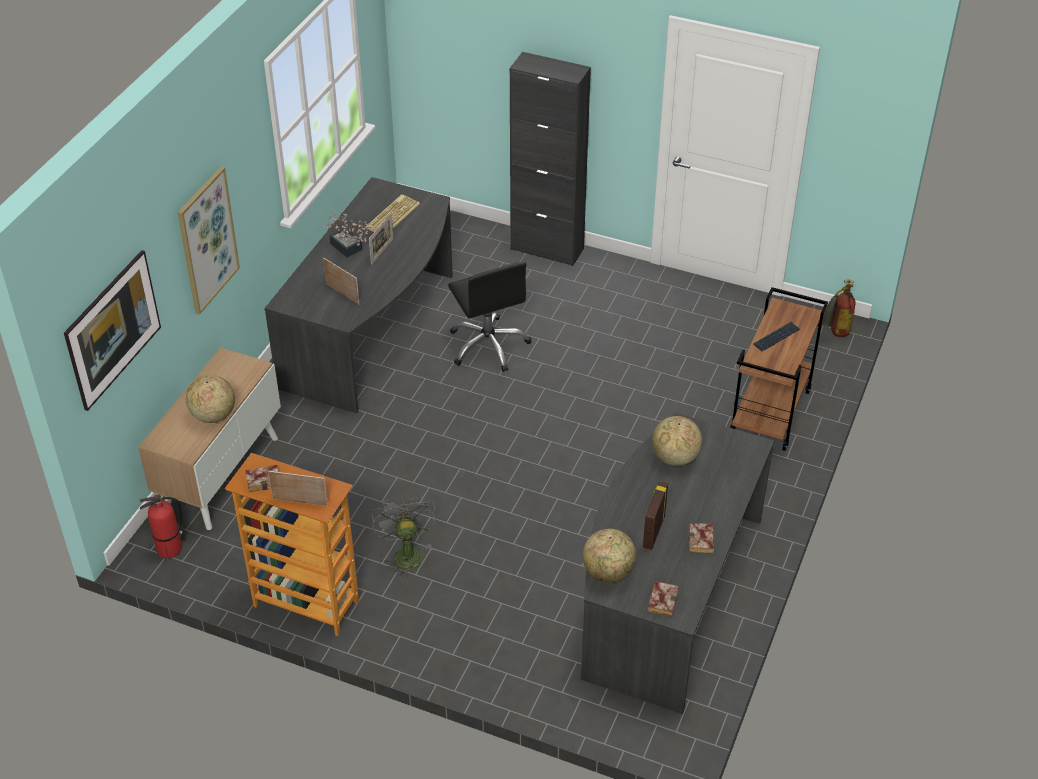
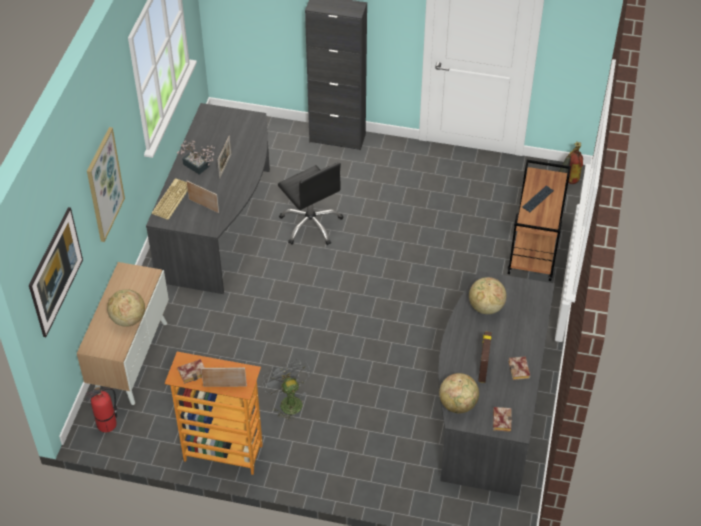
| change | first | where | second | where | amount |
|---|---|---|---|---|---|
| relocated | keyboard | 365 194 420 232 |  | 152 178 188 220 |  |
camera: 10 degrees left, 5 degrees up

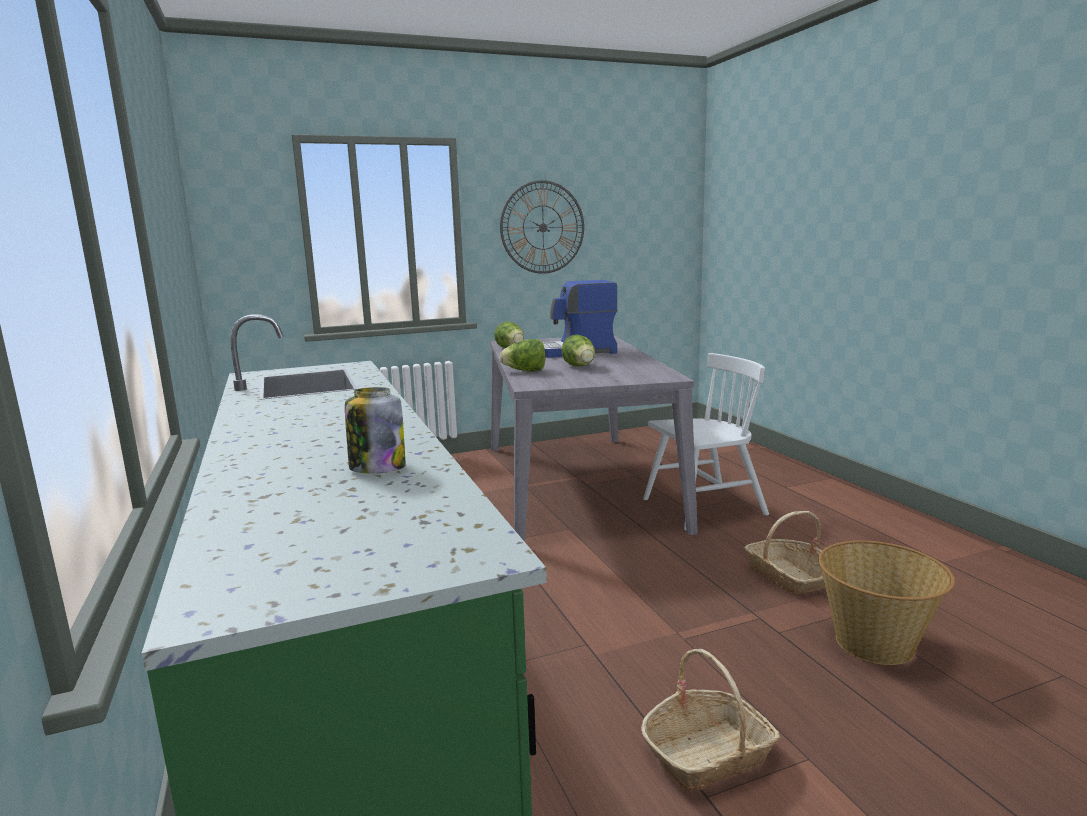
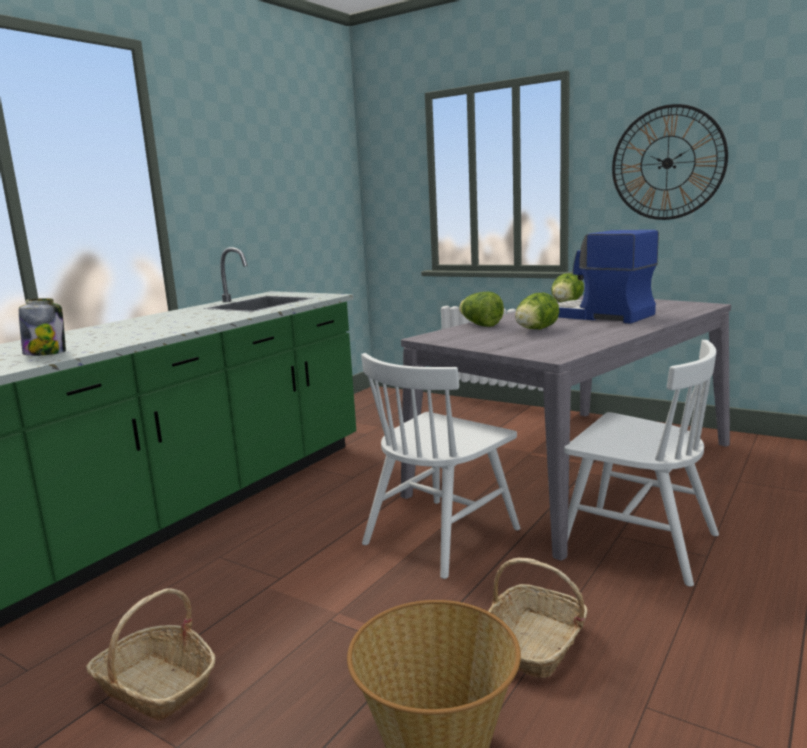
| change | first | where | second | where | amount |
|---|---|---|---|---|---|
| appeared |  |  | chair/white | 361 353 520 579 |  |
camera: 55 degrees right, 0 degrees up

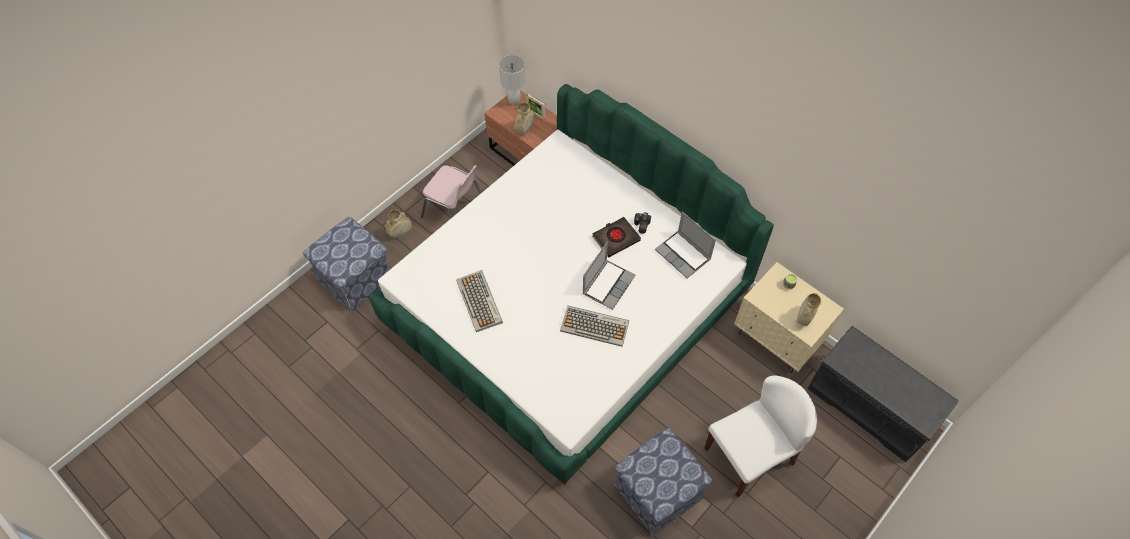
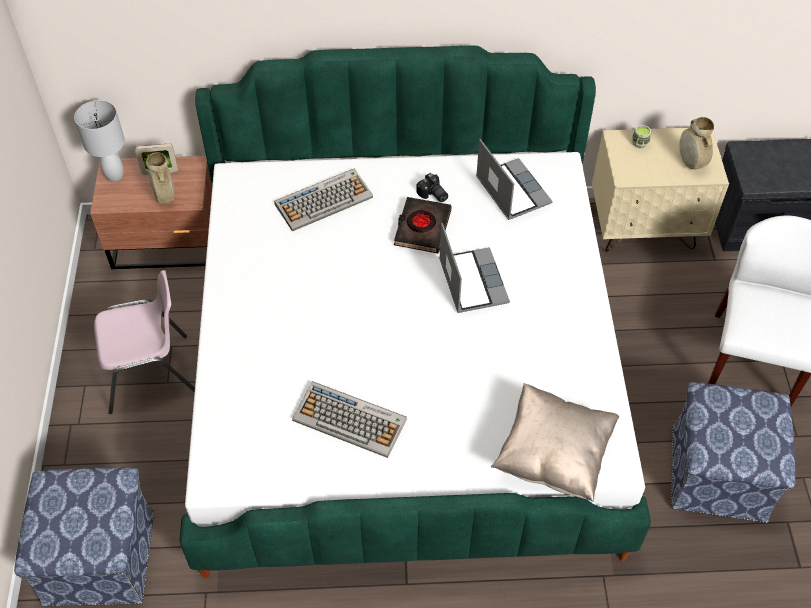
| change | first | where | second | where | amount |
|---|---|---|---|---|---|
| missing | vase/beige | 385 210 412 238 |  |  |  |
| relocated | keyboard | 560 306 629 347 |  | 274 168 373 232 |  |
| spun | laptop | 655 212 716 278 |  | 476 139 553 220 | 120 degrees counterclockwise |
| appeared |  |  | pillow/beige | 491 383 619 502 |  |
camera: 45 degrees left, 5 degrees down

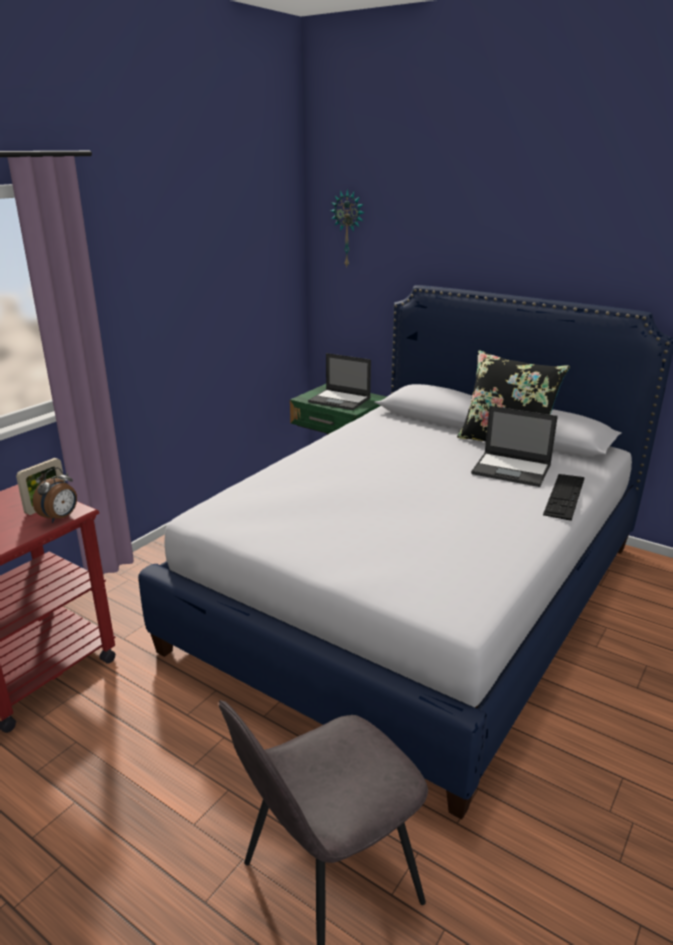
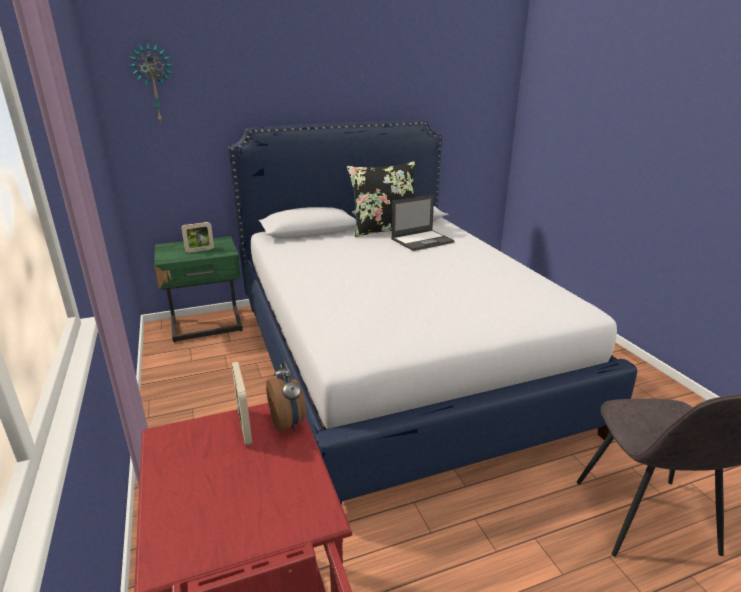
| change | first | where | second | where | amount |
|---|---|---|---|---|---|
| exchanged | laptop | 308 353 371 410 | picture frame | 181 222 214 253 |  |
| missing | keyboard | 543 474 585 521 |  |  |  |
camera: 55 degrees left, 0 degrees up

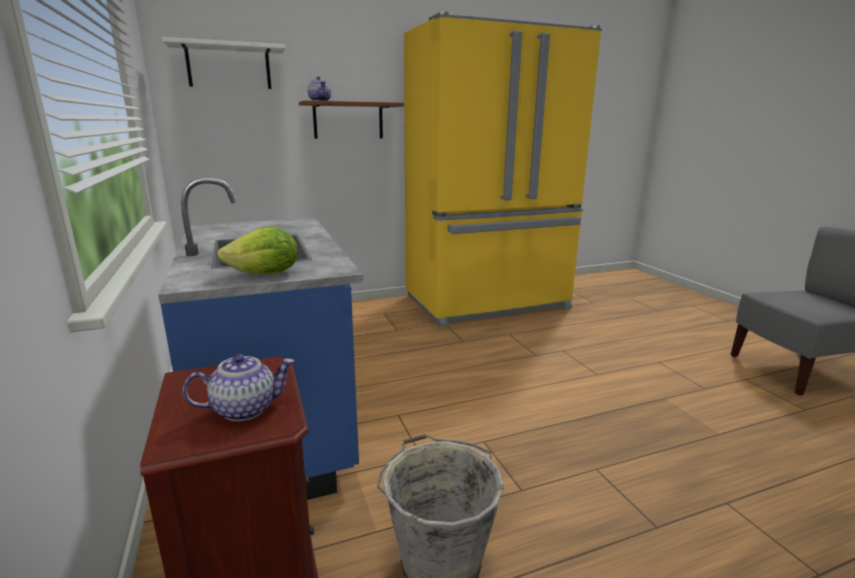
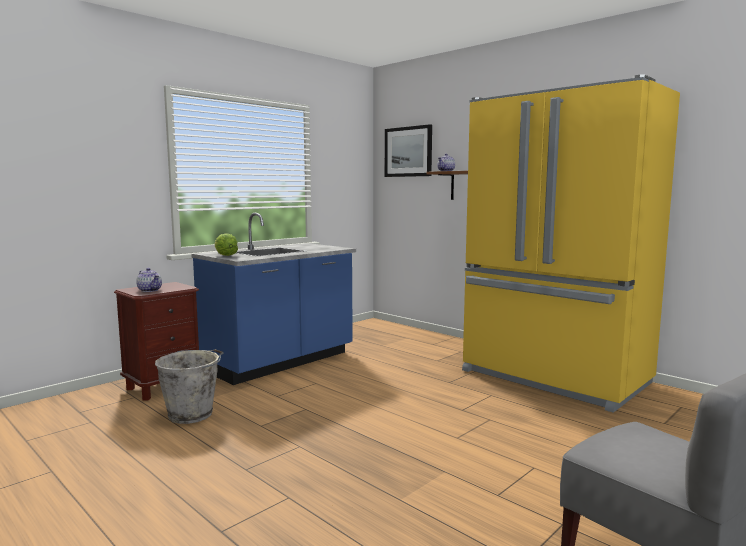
| change | first | where | second | where | amount |
|---|---|---|---|---|---|
| exchanged | shelf/white | 162 37 286 89 | picture | 385 124 432 177 |  |
camera: 65 degrees right, 10 degrees down

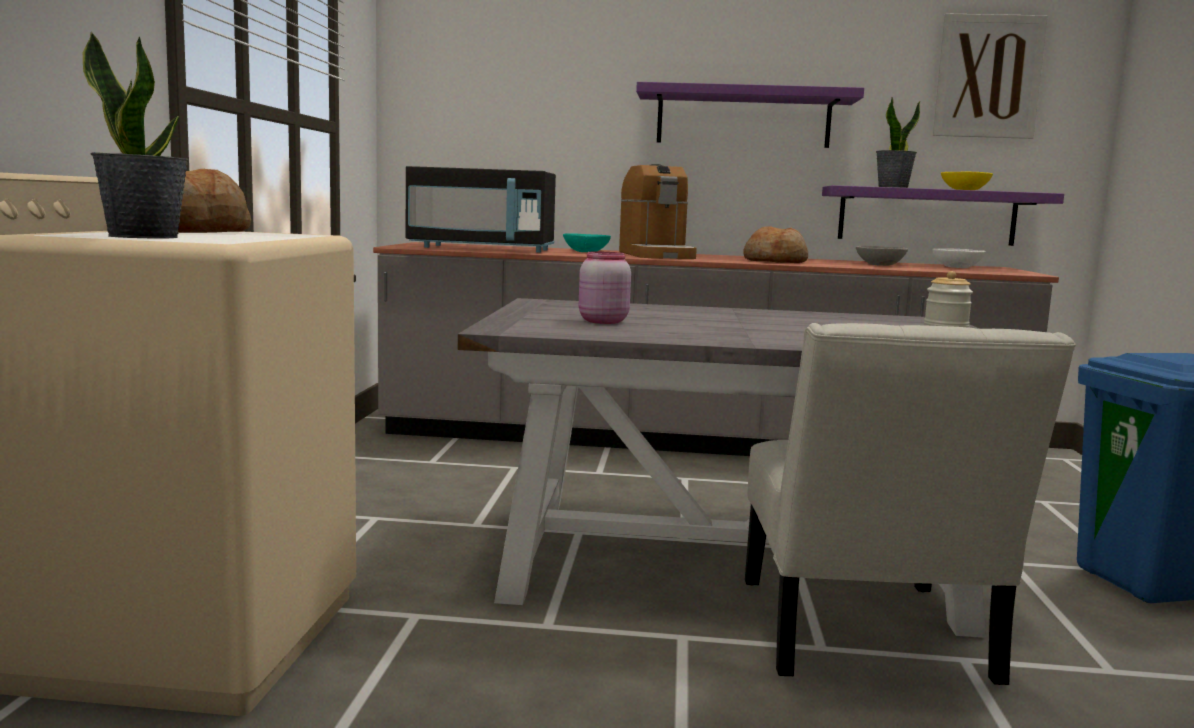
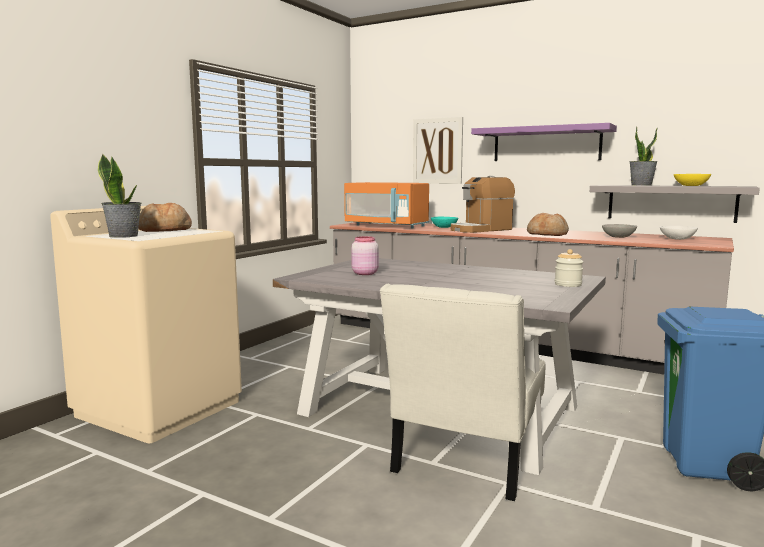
| change | first | where | second | where | amount |
|---|---|---|---|---|---|
| colour | microwave/black | 406 166 556 252 | microwave/orange | 344 182 429 228 |  |
| spun | coffee machine | 619 164 697 259 |  | 451 176 515 233 | 45 degrees clockwise |
| colour | shelf/purple | 822 185 1064 246 | shelf/grey | 590 185 760 223 |  |
| relocated | picture | 933 13 1048 139 |  | 413 117 463 184 |  |
camera: 25 degrees right, 0 degrees up

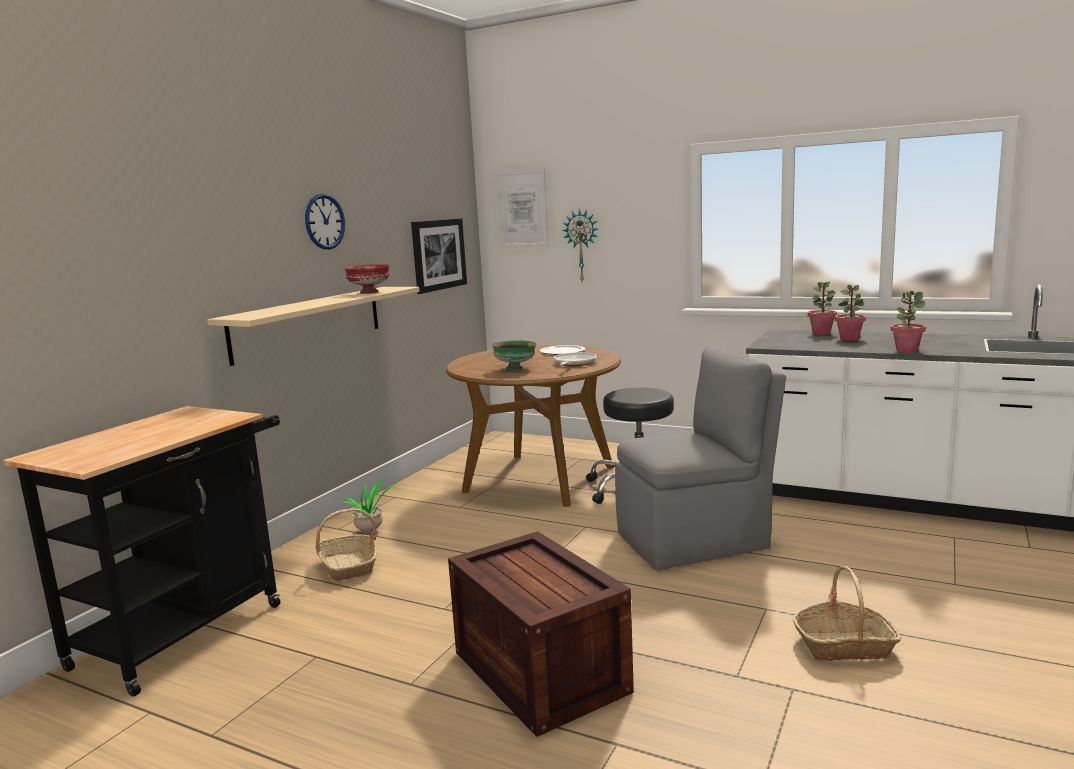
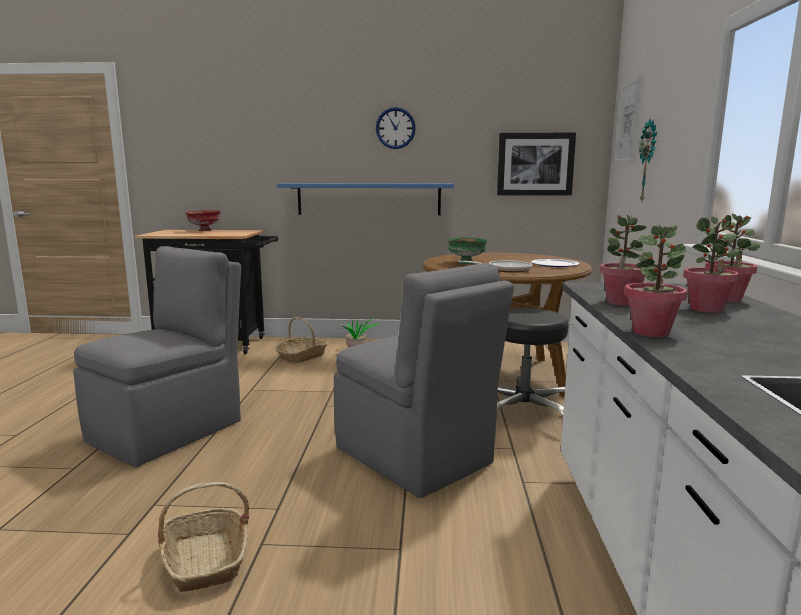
| change | first | where | second | where | amount |
|---|---|---|---|---|---|
| colour | shelf/beige | 207 287 419 366 | shelf/blue | 277 183 454 215 |  |
| relocated | bowl/red | 344 264 390 294 |  | 186 210 221 231 |  |
| exchanged | crate | 448 531 634 737 | chair/grey | 73 246 241 467 |  |
| appeared |  |  | potted plant | 600 215 647 306 |  |
camera: 65 degrees right, 0 degrees up

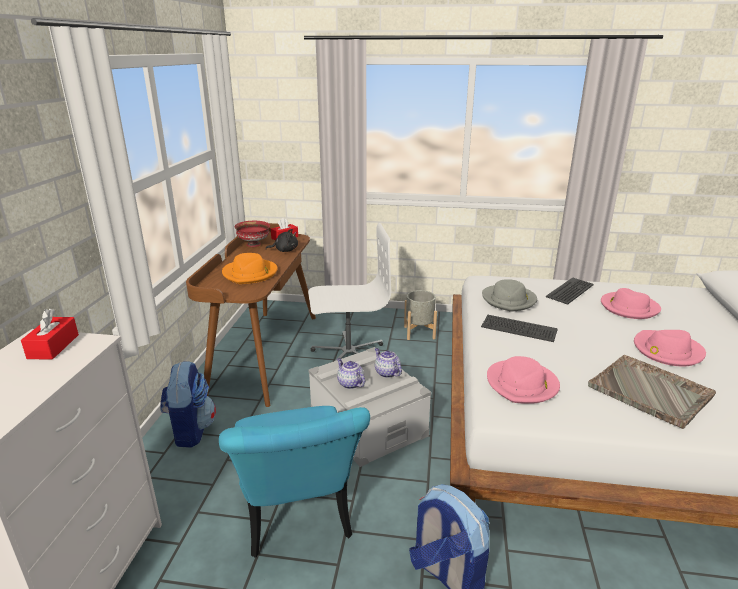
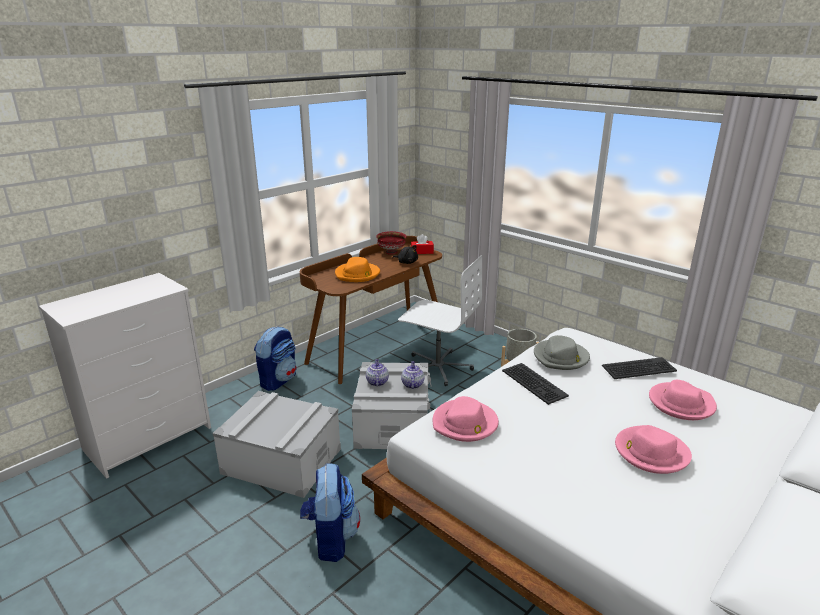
| change | first | where | second | where | amount |
|---|---|---|---|---|---|
| missing | tissue box/red | 21 308 79 360 |  |  |  |
| exchanged | chair/turquoise | 219 406 370 558 | storage box/grey | 213 391 341 498 |  |
| missing | tray/grey | 588 355 716 429 |  |  |  |
camera: 35 degrees right, 0 degrees up

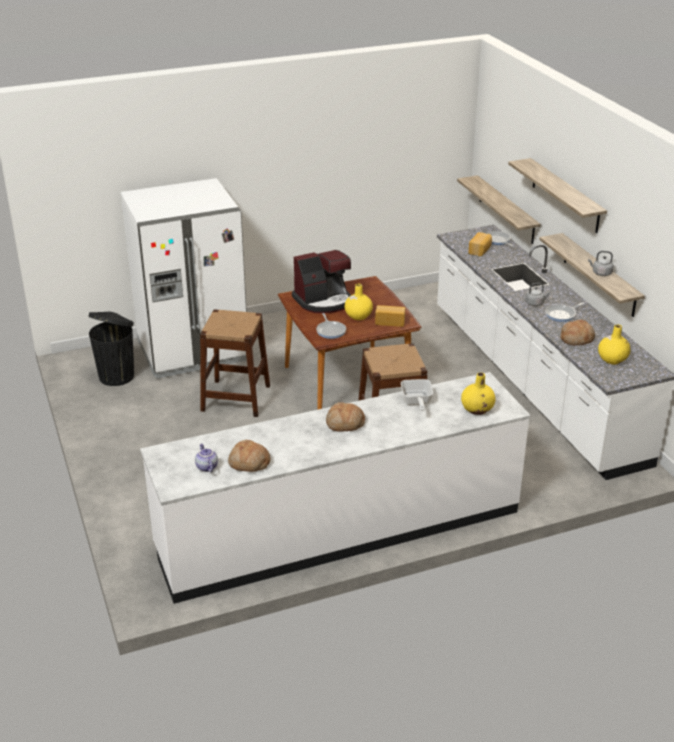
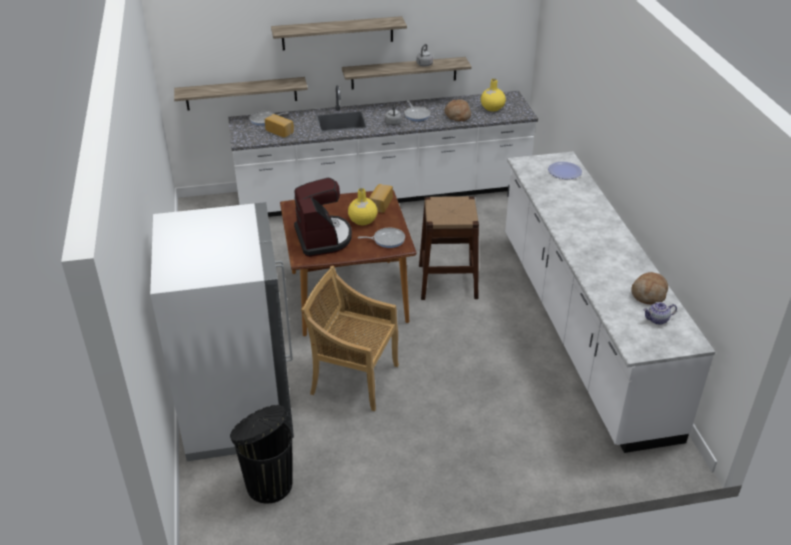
| change | first | where | second | where | amount |
|---|---|---|---|---|---|
| exchanged | stool/brown | 200 309 270 417 | chair/beige | 301 266 399 411 |  |
| missing | bread | 326 402 365 432 |  |  |  |
| missing | frying pan | 401 379 433 411 |  |  |  |
| exchanged | vase/yellow | 461 372 495 415 | plate | 548 162 582 179 |  |
camera: 80 degrees left, 5 degrees up

